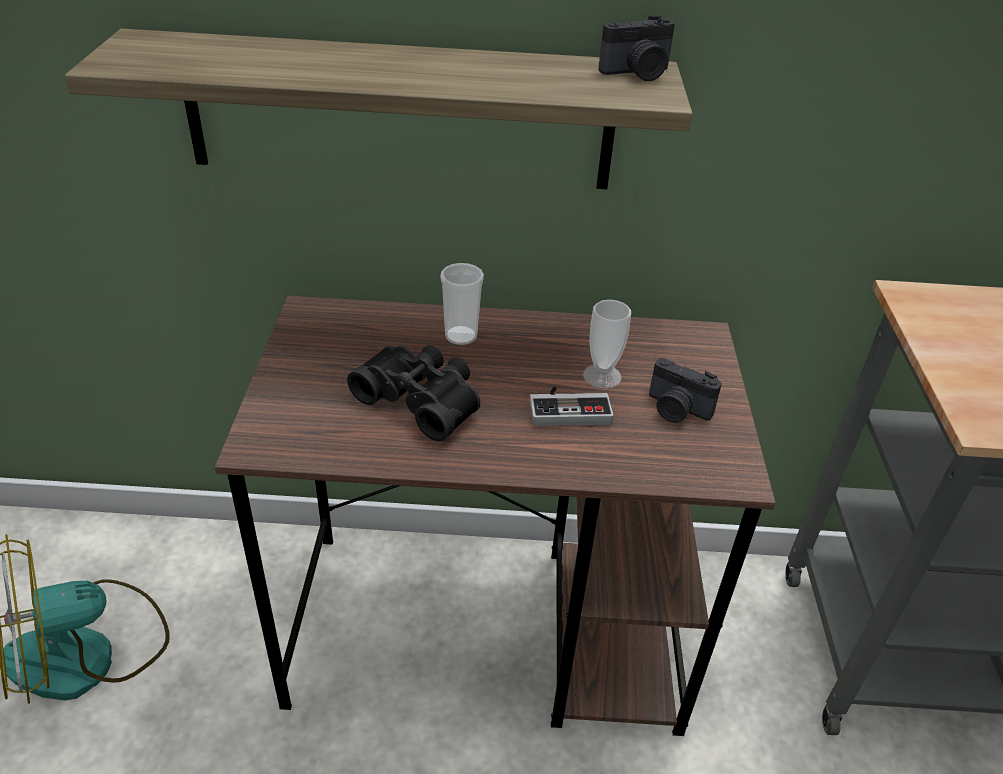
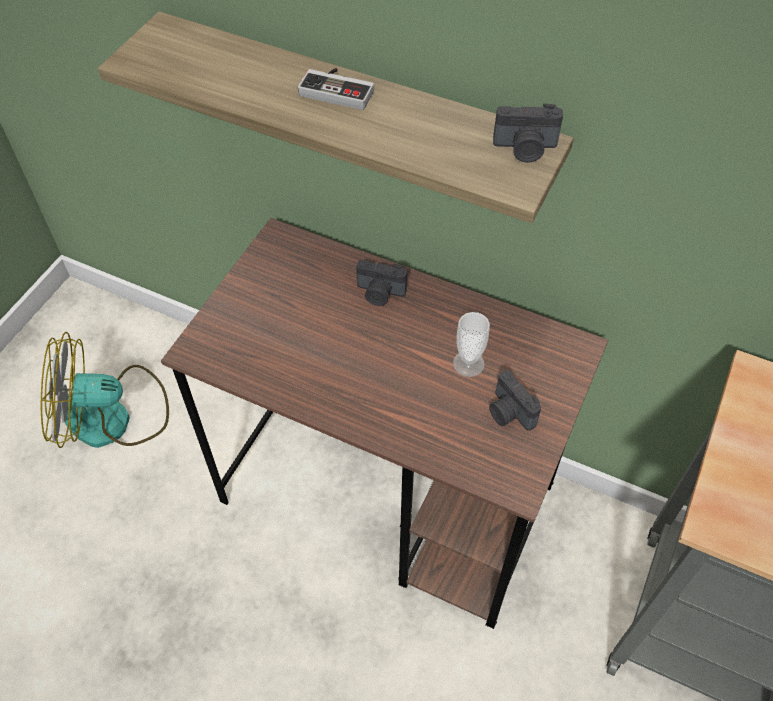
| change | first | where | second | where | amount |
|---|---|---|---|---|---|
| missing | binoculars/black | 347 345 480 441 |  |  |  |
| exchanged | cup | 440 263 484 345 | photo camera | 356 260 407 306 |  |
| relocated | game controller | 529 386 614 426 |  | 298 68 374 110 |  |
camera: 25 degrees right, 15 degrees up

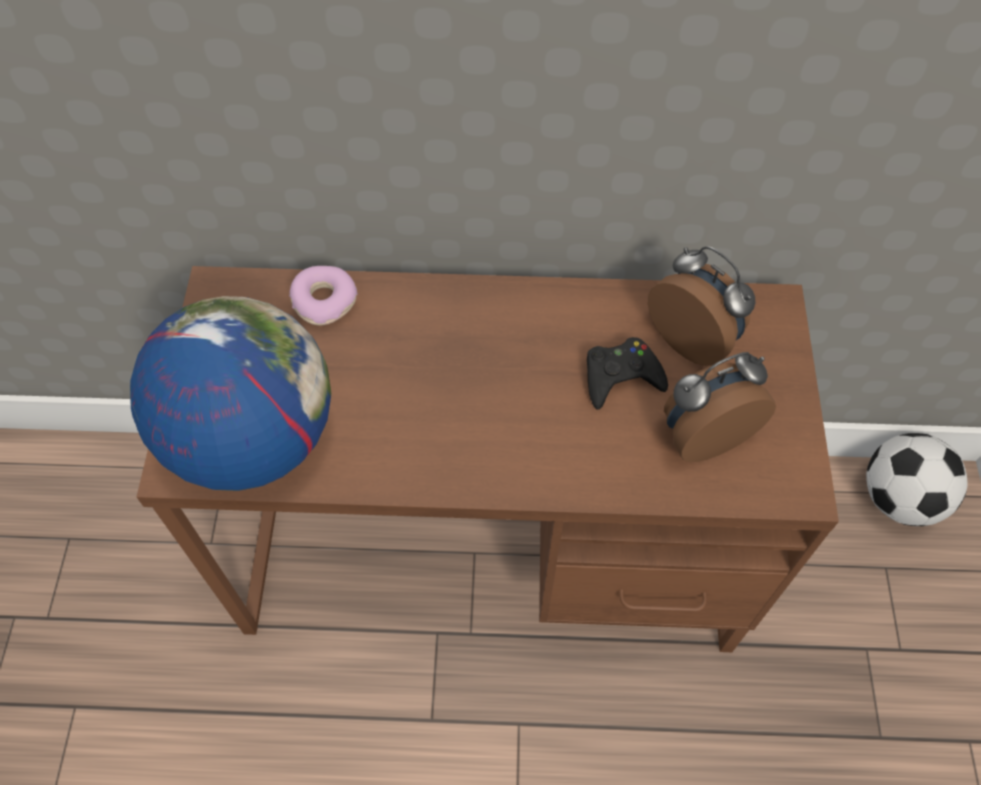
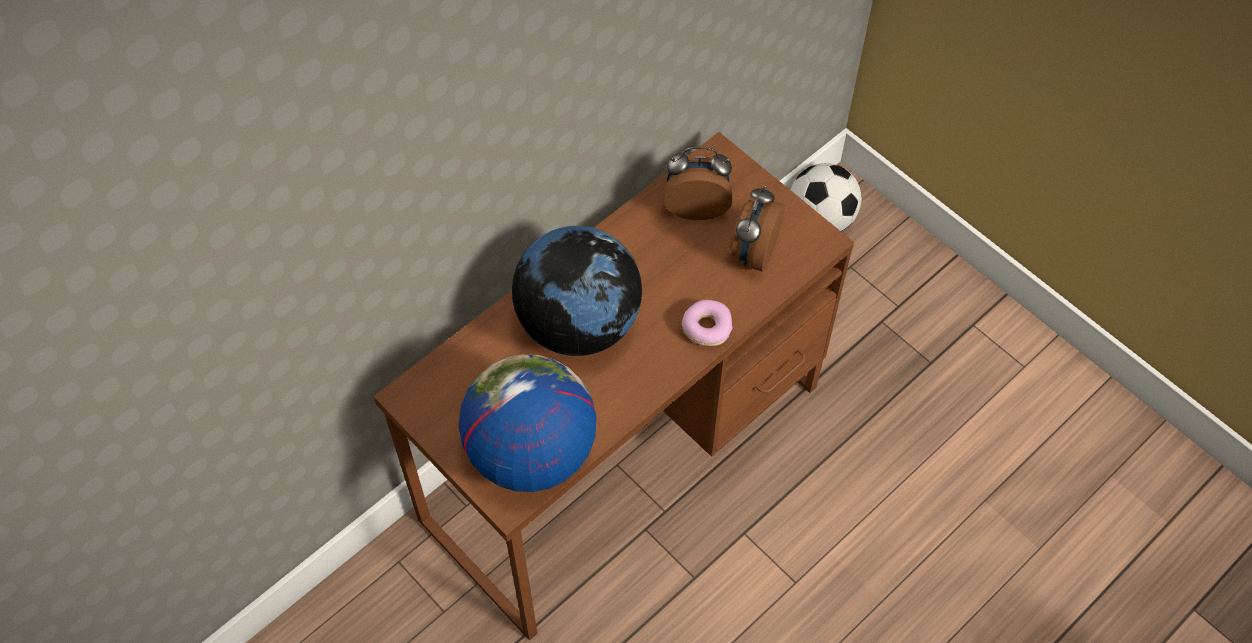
| change | first | where | second | where | amount |
|---|---|---|---|---|---|
| relocated | donut | 289 266 358 326 |  | 682 300 732 346 |  |
| missing | game controller/black | 587 337 668 410 |  |  |  |
| appeared |  |  | globe | 512 226 642 356 |  |
camera: 45 degrees left, 0 degrees up

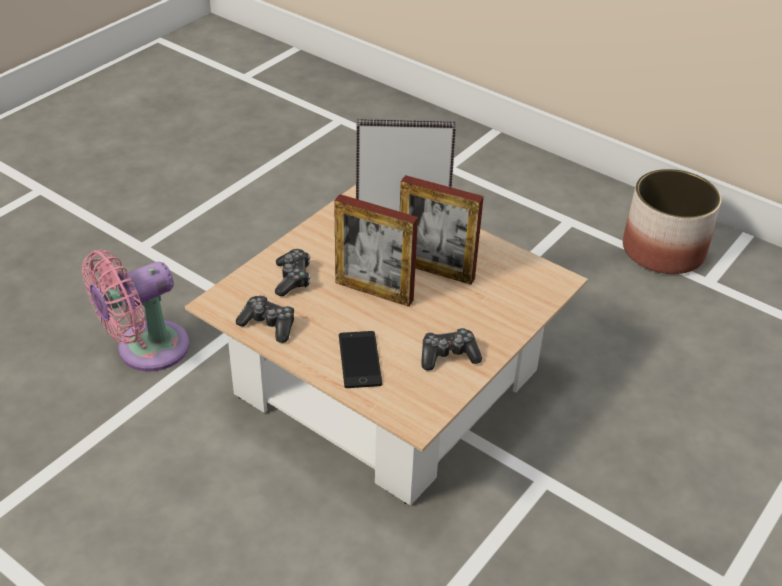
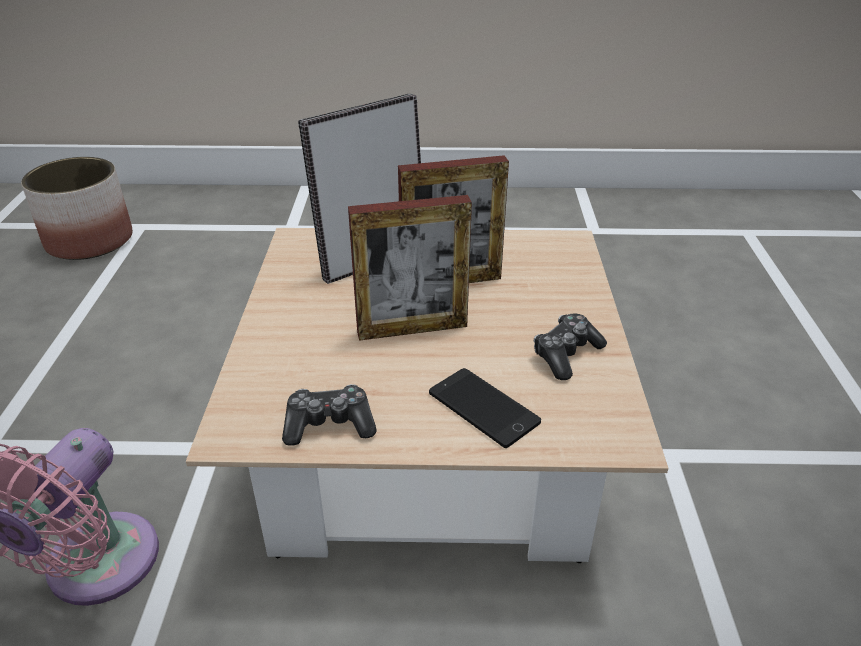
| change | first | where | second | where | amount |
|---|---|---|---|---|---|
| missing | game controller | 275 249 310 296 |  |  |  |
| relocated | planter | 623 169 721 274 |  | 21 157 132 260 |  |
camera: 35 degrees left, 5 degrees down

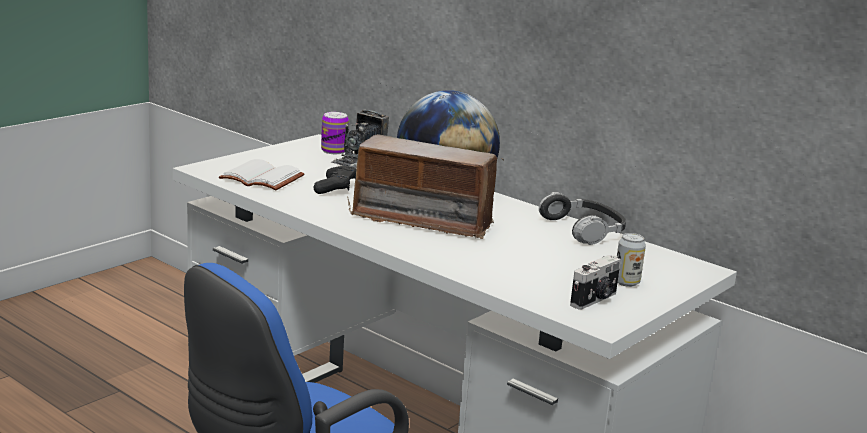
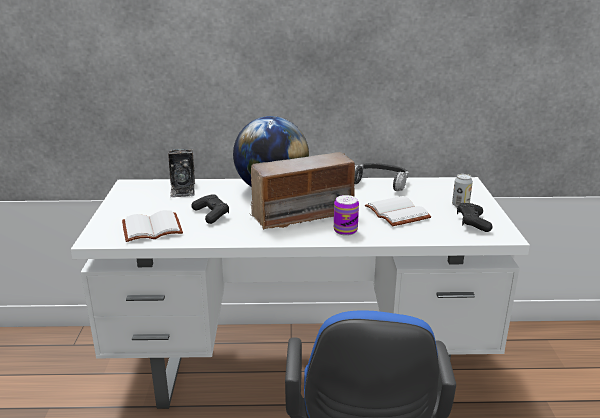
| change | first | where | second | where | amount |
|---|---|---|---|---|---|
| relocated | can | 321 112 349 154 |  | 334 195 359 236 |  |
| exchanged | photo camera | 570 255 621 310 | game controller/black | 457 203 492 232 |  |
| appeared |  |  | book/white | 365 196 431 227 |  |
camera: 40 degrees left, 5 degrees up

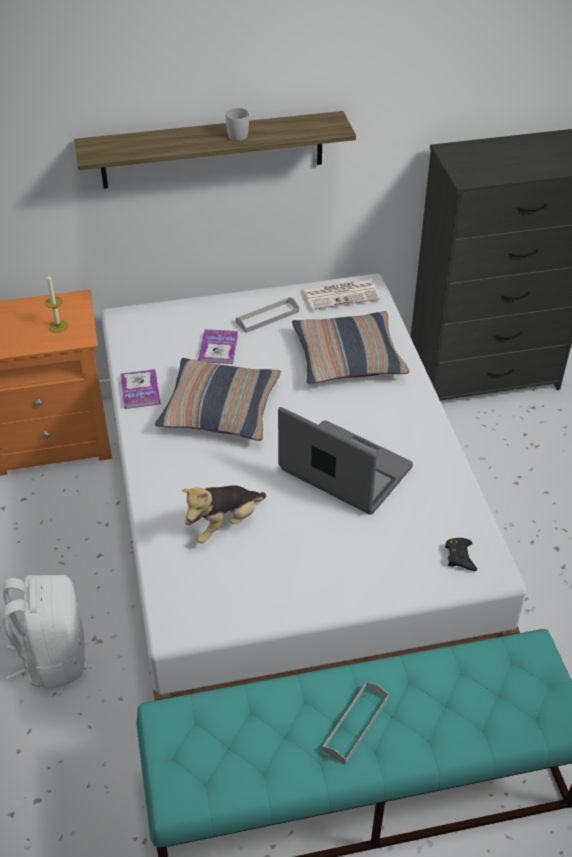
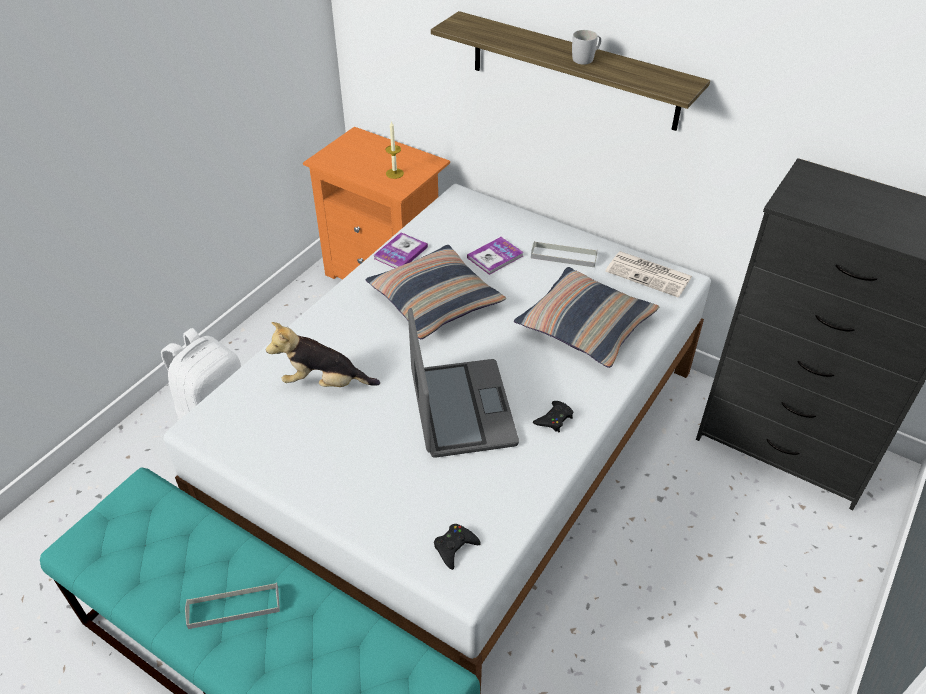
| change | first | where | second | where | amount |
|---|---|---|---|---|---|
| appeared |  |  | game controller/black | 533 401 573 432 |  |
camera: 45 degrees right, 0 degrees up

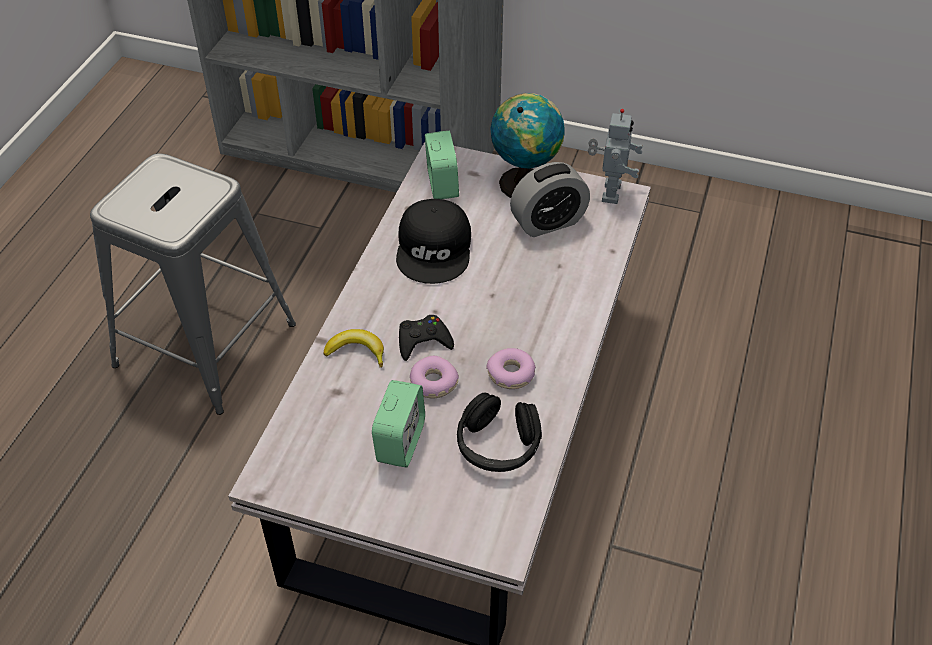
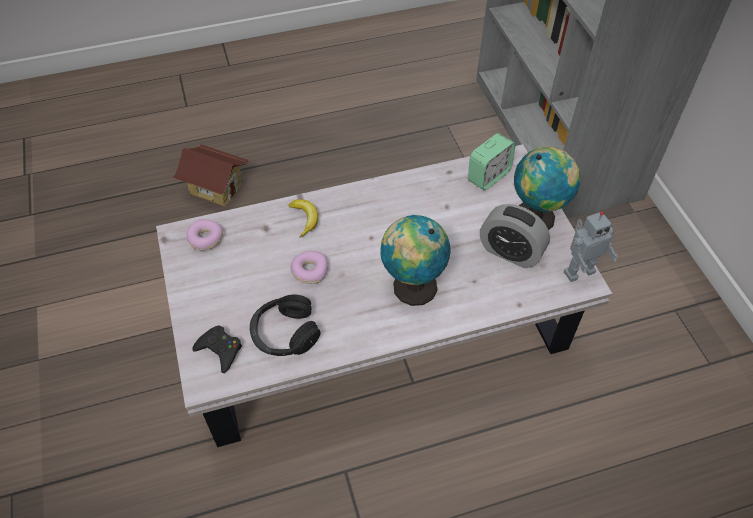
| change | first | where | second | where | amount |
|---|---|---|---|---|---|
| missing | stool/grey | 90 153 296 415 |  |  |  |
| missing | alarm clock | 372 380 425 468 |  |  |  |
| missing | cap/black | 396 199 471 284 |  |  |  |
| relocated | game controller/black | 399 315 454 361 |  | 192 326 242 373 |  |
| relocated | donut | 486 348 536 389 |  | 186 219 223 250 |  |
| appeared |  |  | toy house | 173 144 248 207 |  |
| appeared |  |  | globe | 380 215 450 306 |  |
camera: 55 degrees right, 5 degrees up

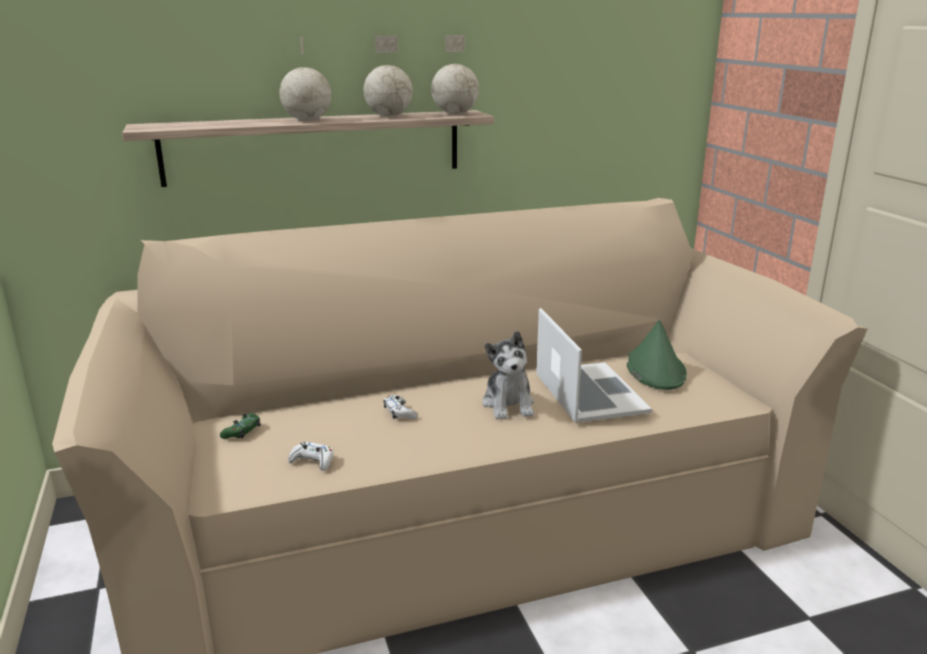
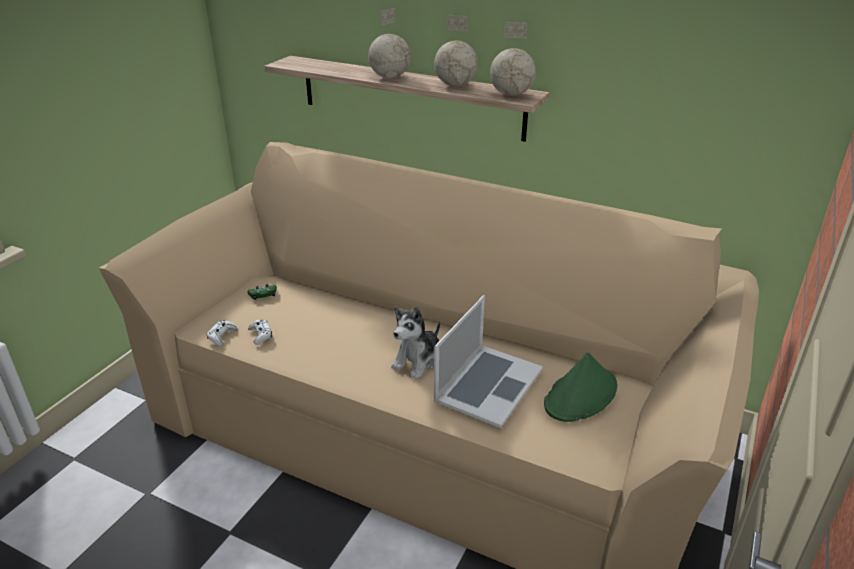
| change | first | where | second | where | amount |
|---|---|---|---|---|---|
| relocated | game controller/white | 384 395 417 419 |  | 206 320 237 346 |  |
camera: 45 degrees right, 10 degrees up

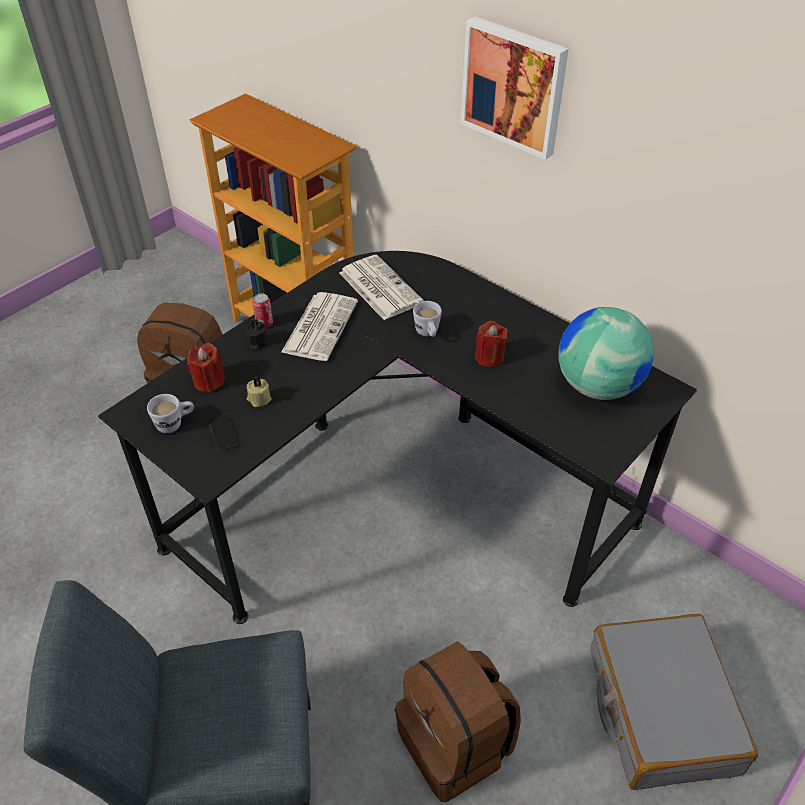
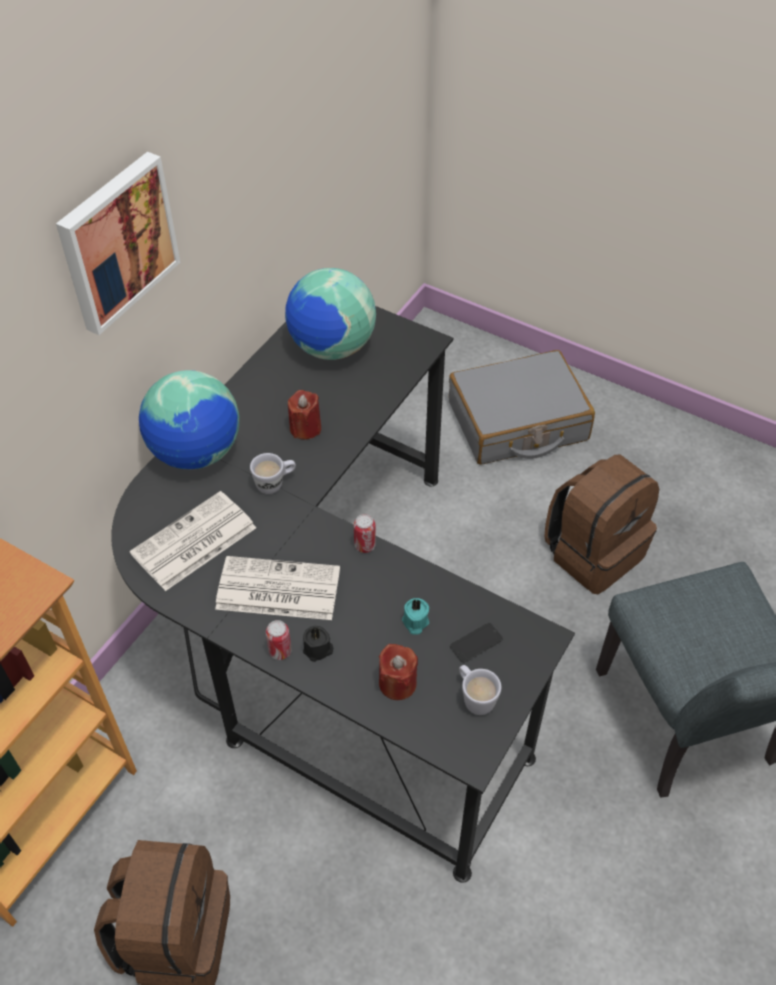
| change | first | where | second | where | amount |
|---|---|---|---|---|---|
| colour | candle/beige | 247 376 272 407 | candle/turquoise | 402 598 429 635 |  |
| appeared |  |  | globe | 139 370 239 469 |  |
| appeared |  |  | can | 354 514 376 553 |  |
camera: 100 degrees left, 5 degrees up

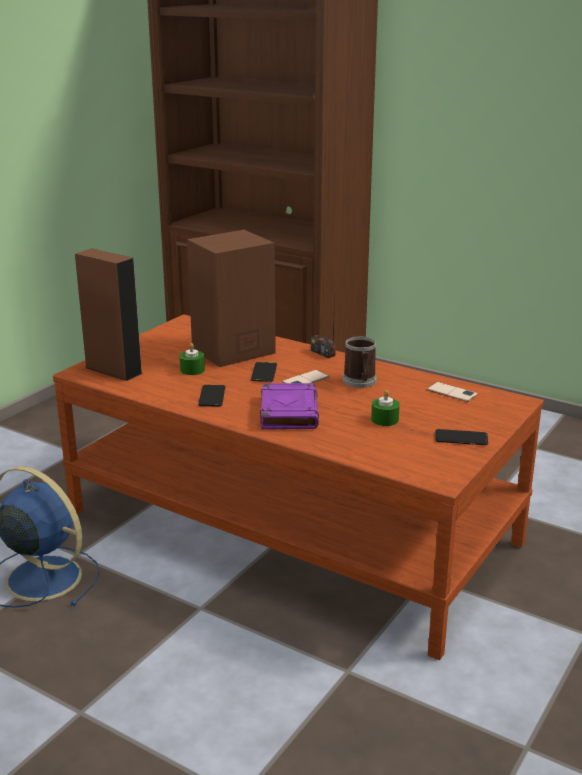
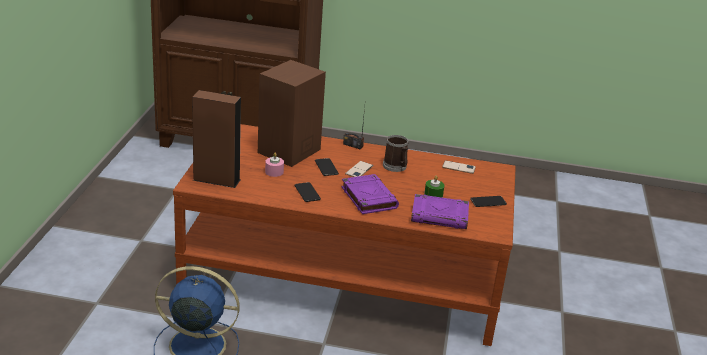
| change | first | where | second | where | amount |
|---|---|---|---|---|---|
| colour | candle/green | 180 343 205 375 | candle/pink | 265 153 284 177 |  |
| appeared |  |  | book/purple | 411 194 469 229 |  |
camera: 25 degrees left, 5 degrees up

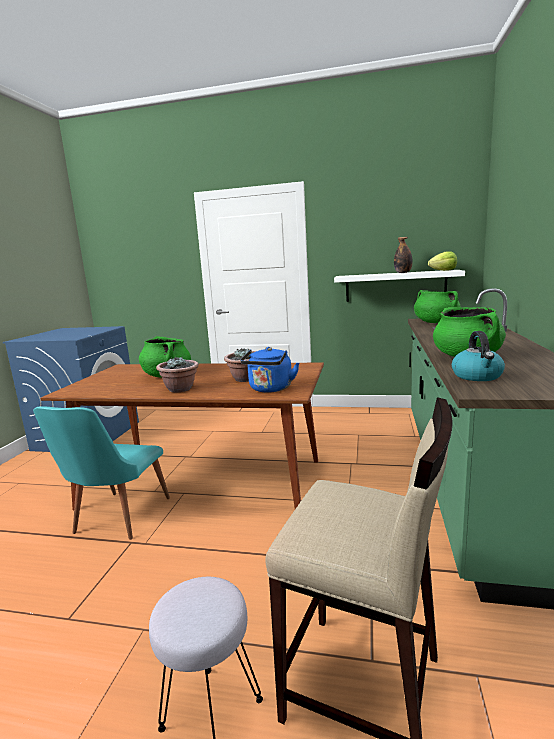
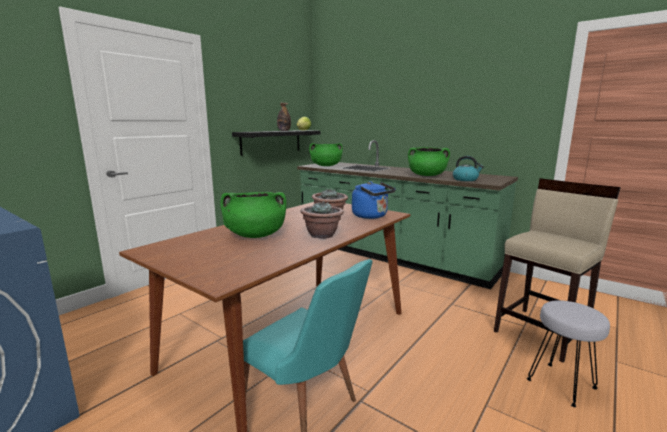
| change | first | where | second | where | amount |
|---|---|---|---|---|---|
| colour | shelf/white | 334 270 465 302 | shelf/black | 232 130 320 156 |  |
camera: 65 degrees left, 0 degrees up

